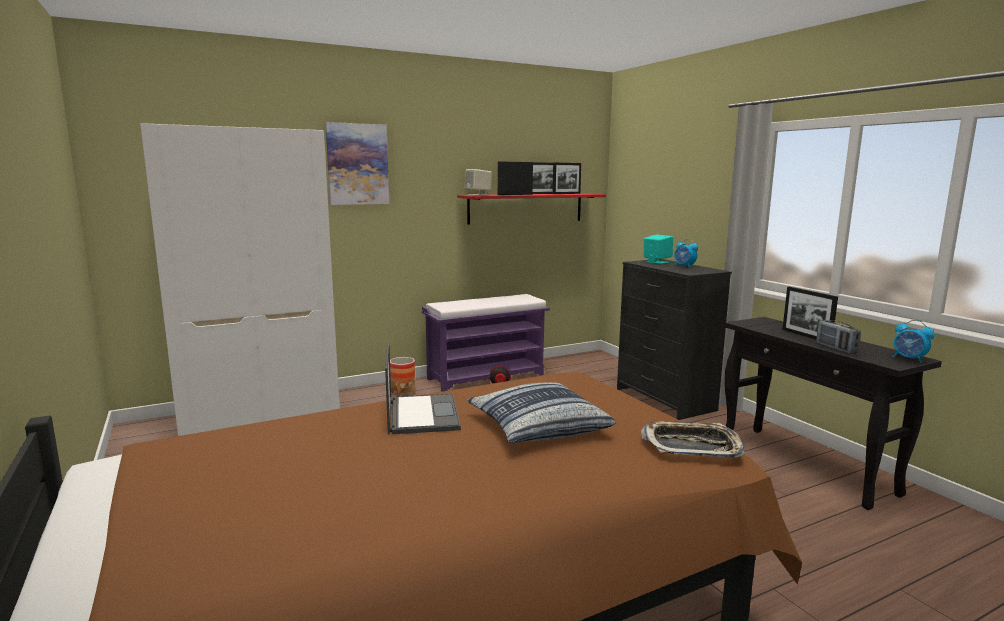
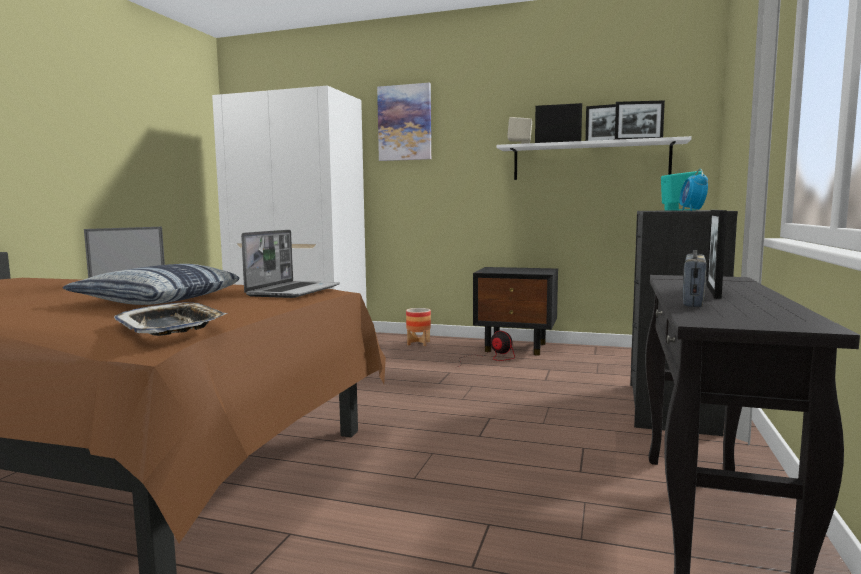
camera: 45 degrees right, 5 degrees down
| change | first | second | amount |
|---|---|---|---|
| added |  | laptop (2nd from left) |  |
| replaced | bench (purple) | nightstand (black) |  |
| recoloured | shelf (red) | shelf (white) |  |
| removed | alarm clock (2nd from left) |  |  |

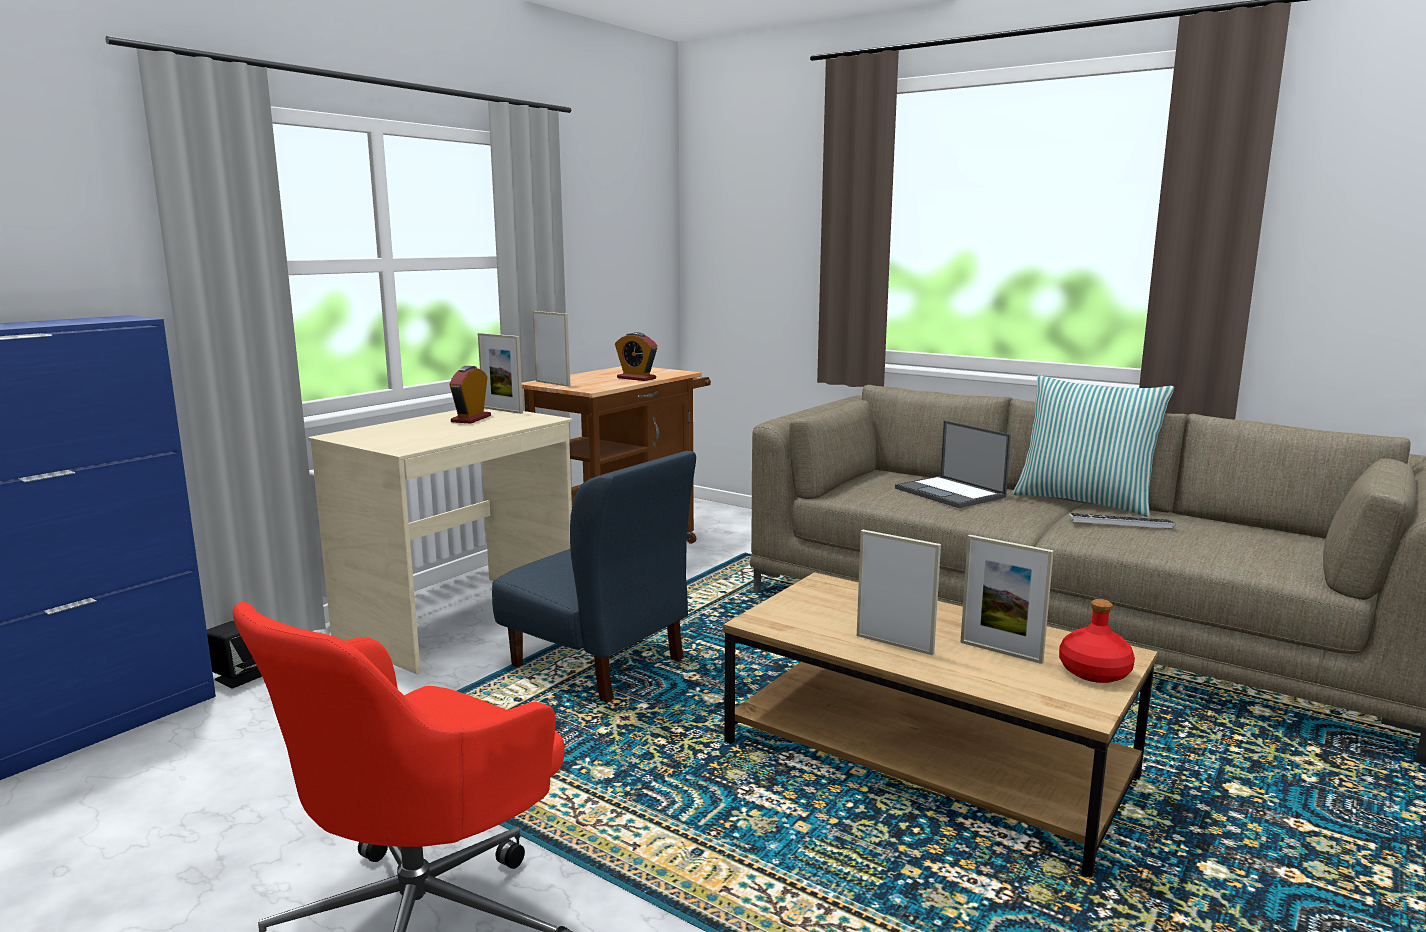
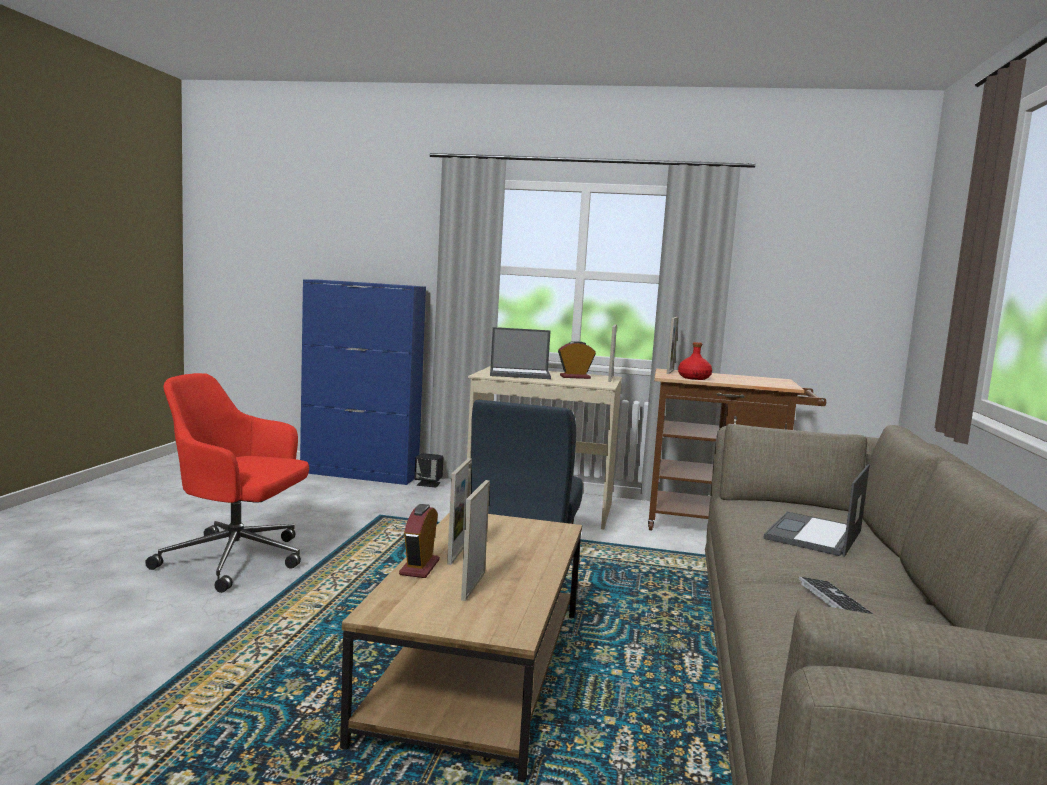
camera: 65 degrees right, 5 degrees down
| change | first | second | amount |
|---|---|---|---|
| moved | alarm clock (2nd from left in the first image) | alarm clock (1st from left) |  |
| added |  | laptop (1st from left) |  |
| moved | bottle (red) |  |  |
| removed | pillow |  |  |

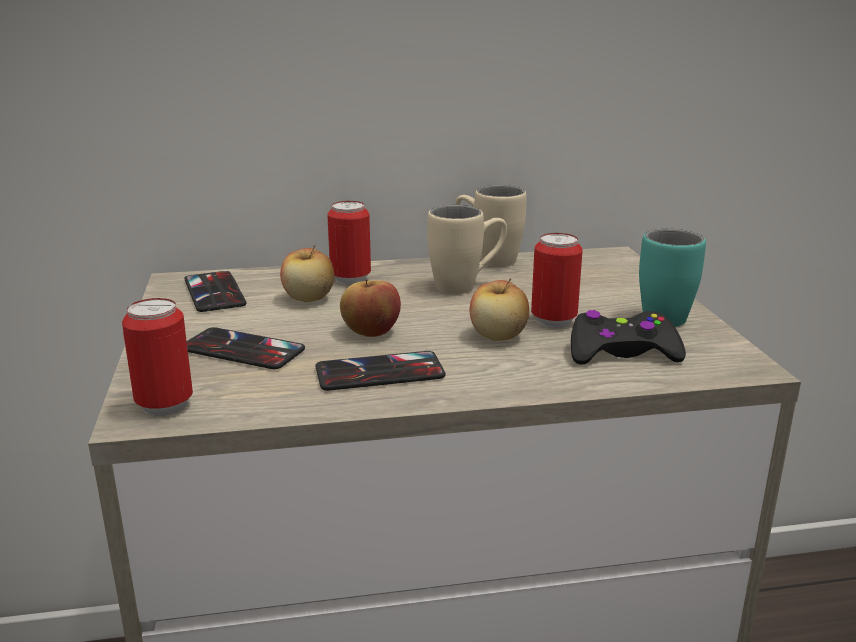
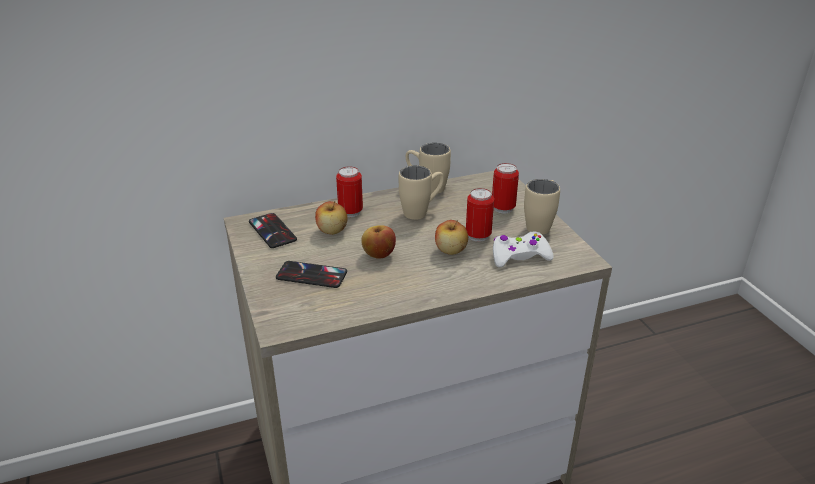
camera: 10 degrees left, 10 degrees up
| change | first | second | amount |
|---|---|---|---|
| moved | can (1st from left in the first image) | can (3rd from left) |  |
| recoloured | game controller (black) | game controller (white) |  |
| recoloured | mug (turquoise) | mug (beige) (3rd from left) |  |
| removed | phone (3rd from left) |  |  |

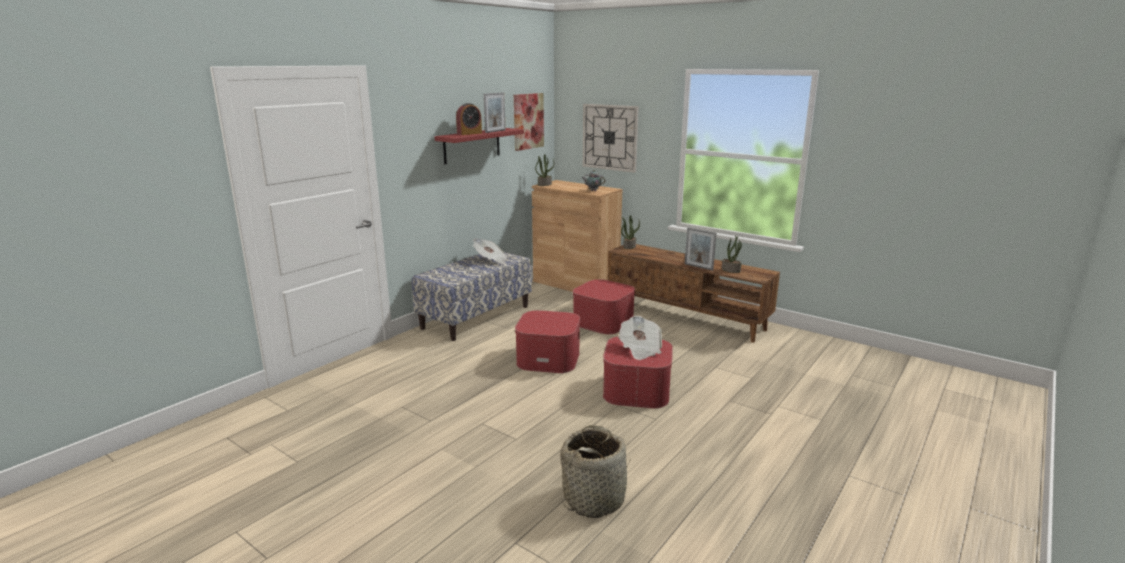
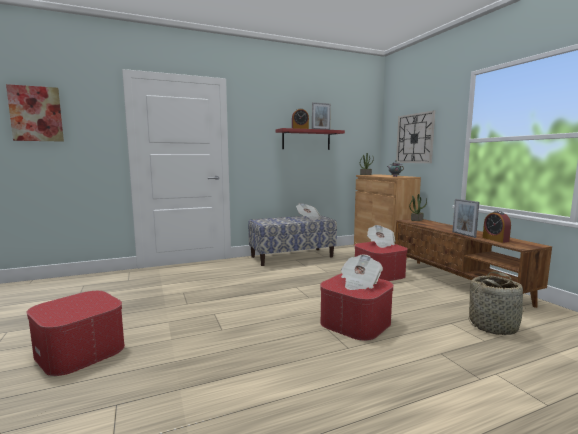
camera: 30 degrees right, 10 degrees down
| change | first | second | amount |
|---|---|---|---|
| moved | picture |  |  |
| moved | ottoman (1st from left) |  |  |
| added |  | newspaper (3rd from left) |  |
| moved | basket |  |  |
| replaced | potted plant (3rd from left) | alarm clock (2nd from left) |  |

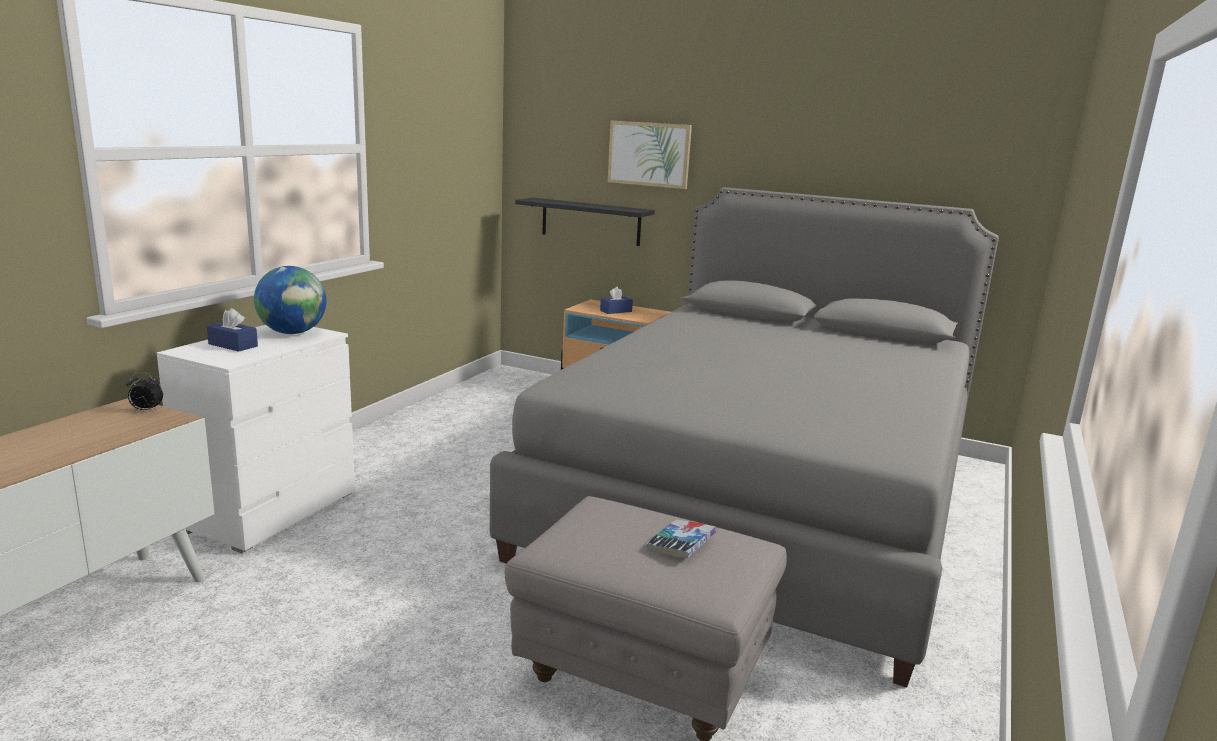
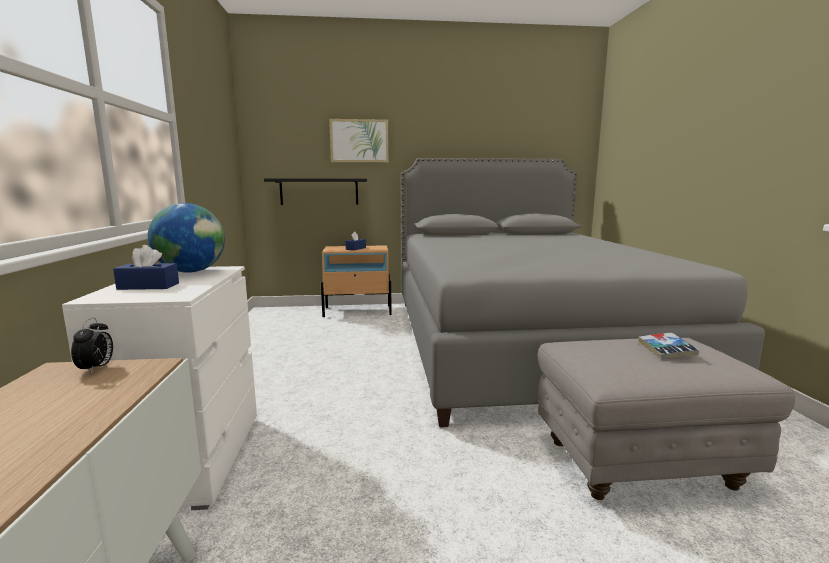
camera: 30 degrees left, 5 degrees down
| change | first | second | amount |
|---|---|---|---|
| turned | alarm clock |  | 60 degrees counterclockwise |

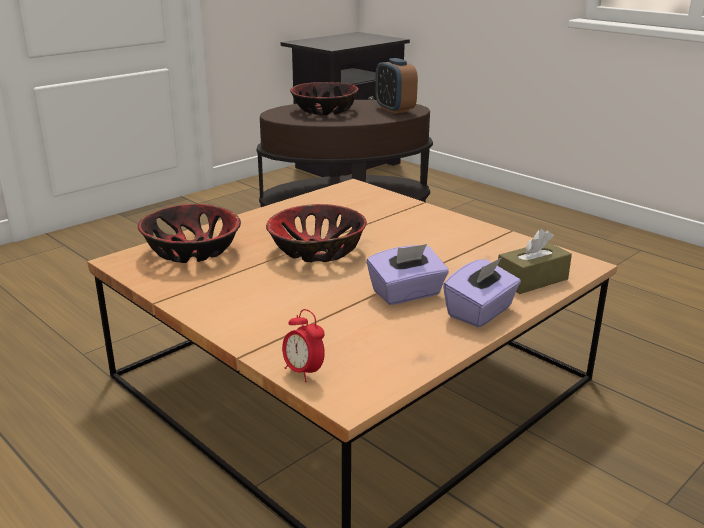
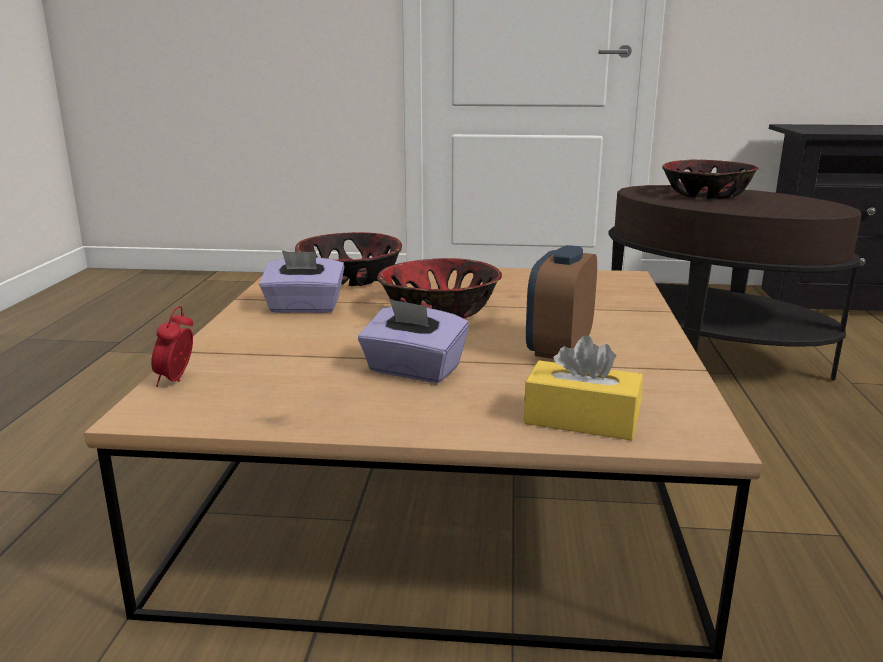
camera: 50 degrees right, 5 degrees down
| change | first | second | amount |
|---|---|---|---|
| moved | tissue box (purple) (2nd from left in the first image) | tissue box (purple) (1st from left) |  |
| recoloured | tissue box (brown) | tissue box (yellow) |  |
| moved | alarm clock (2nd from left) |  |  |

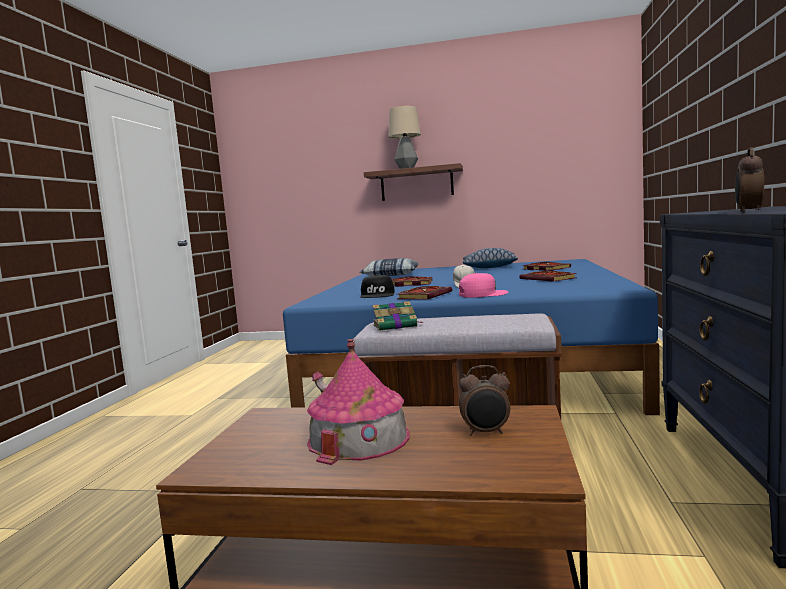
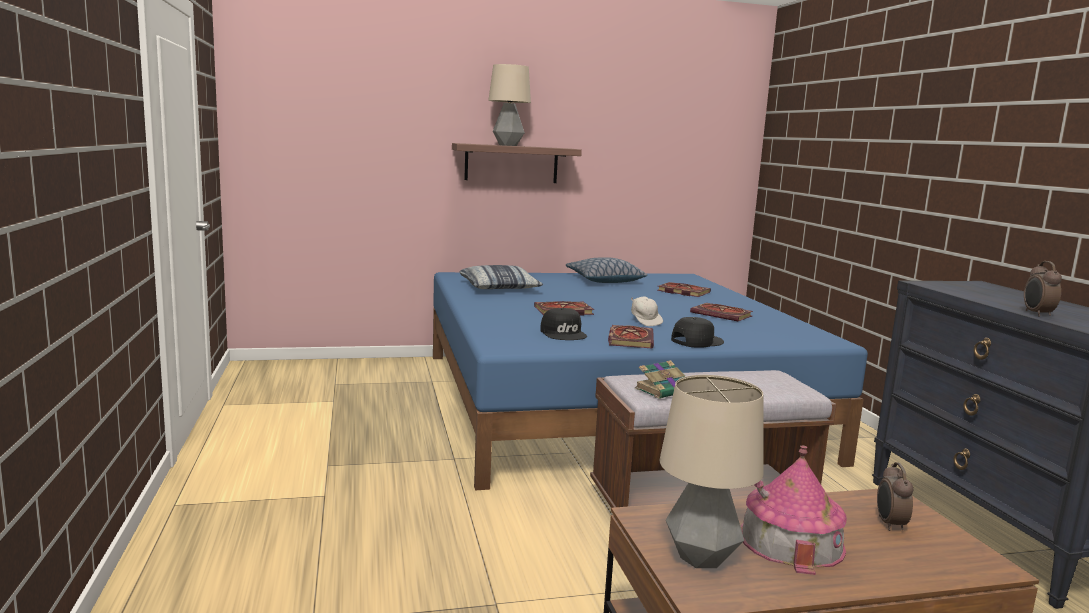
camera: 25 degrees left, 5 degrees up
| change | first | second | amount |
|---|---|---|---|
| added |  | table lamp (2nd from left) |  |
| recoloured | cap (pink) | cap (black) (2nd from left) |  |
| turned | alarm clock (1st from left) |  | 120 degrees clockwise |

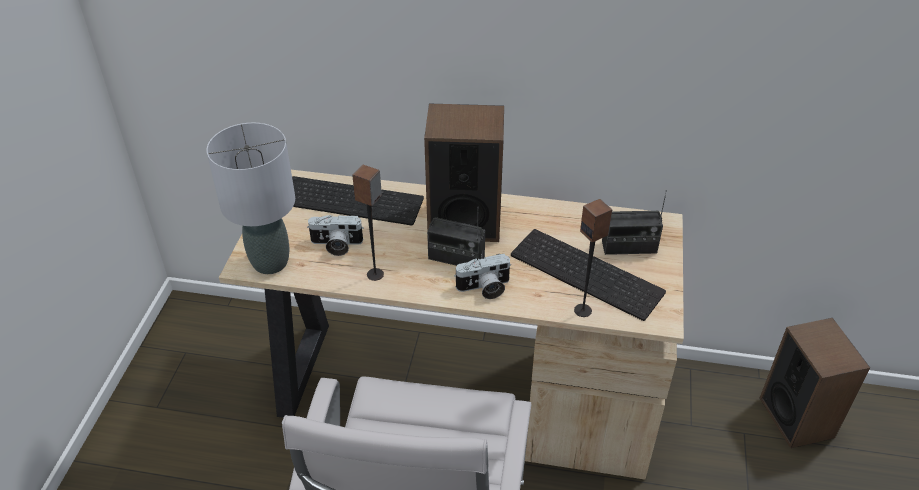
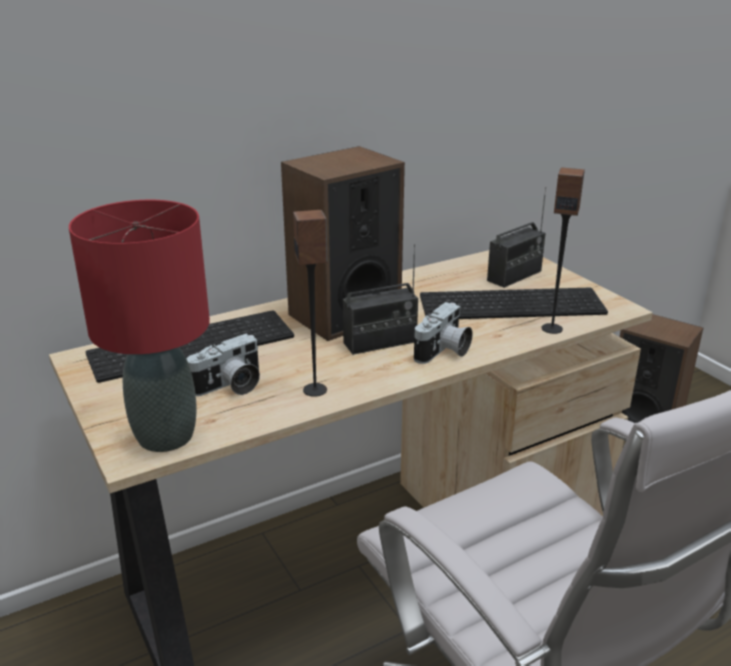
camera: 40 degrees left, 15 degrees down
| change | first | second | amount |
|---|---|---|---|
| recoloured | table lamp (grey) | table lamp (red) |  |

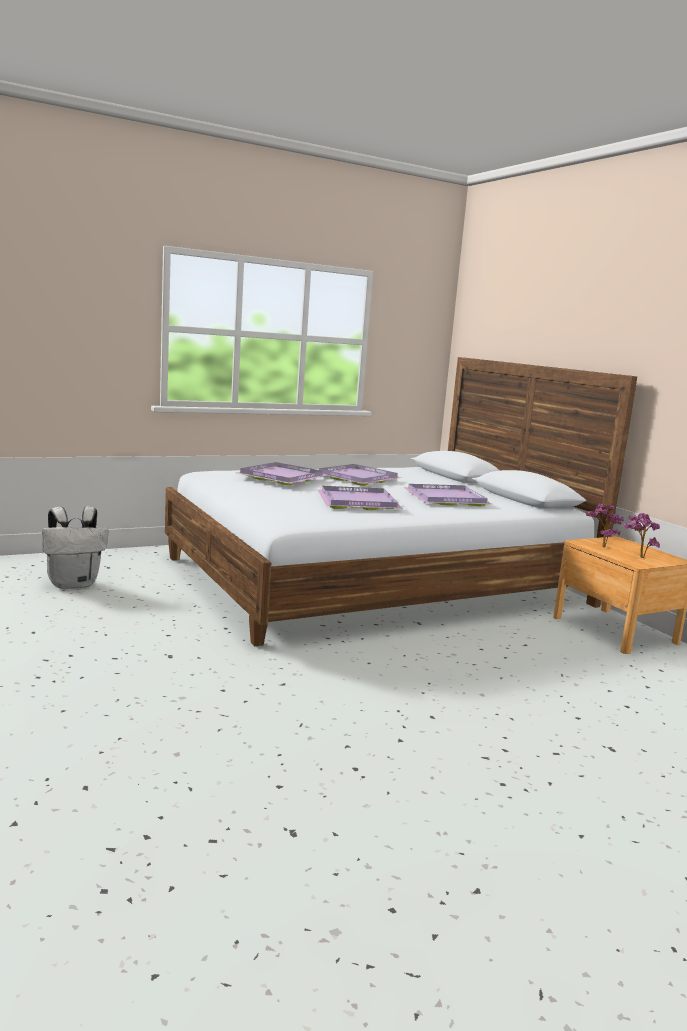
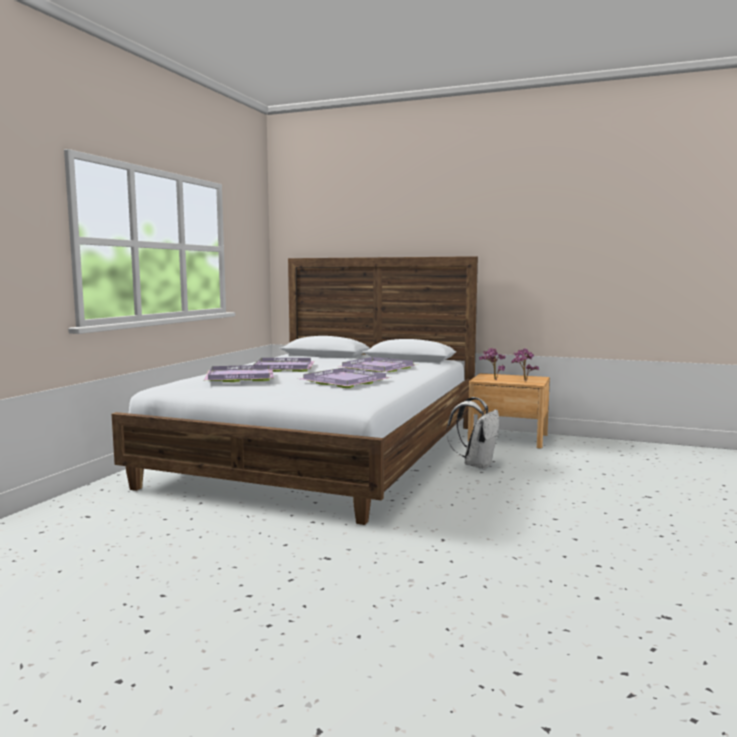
camera: 40 degrees left, 5 degrees down
| change | first | second | amount |
|---|---|---|---|
| moved | backpack (white) |  |  |

